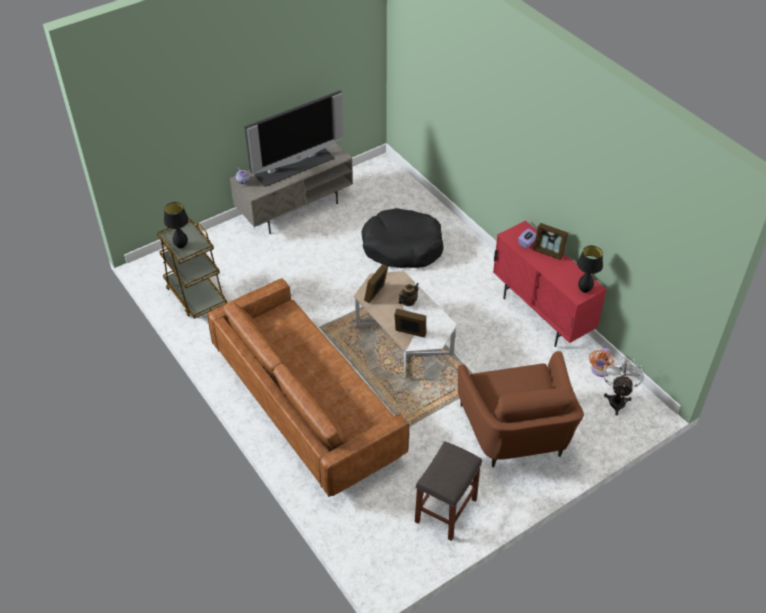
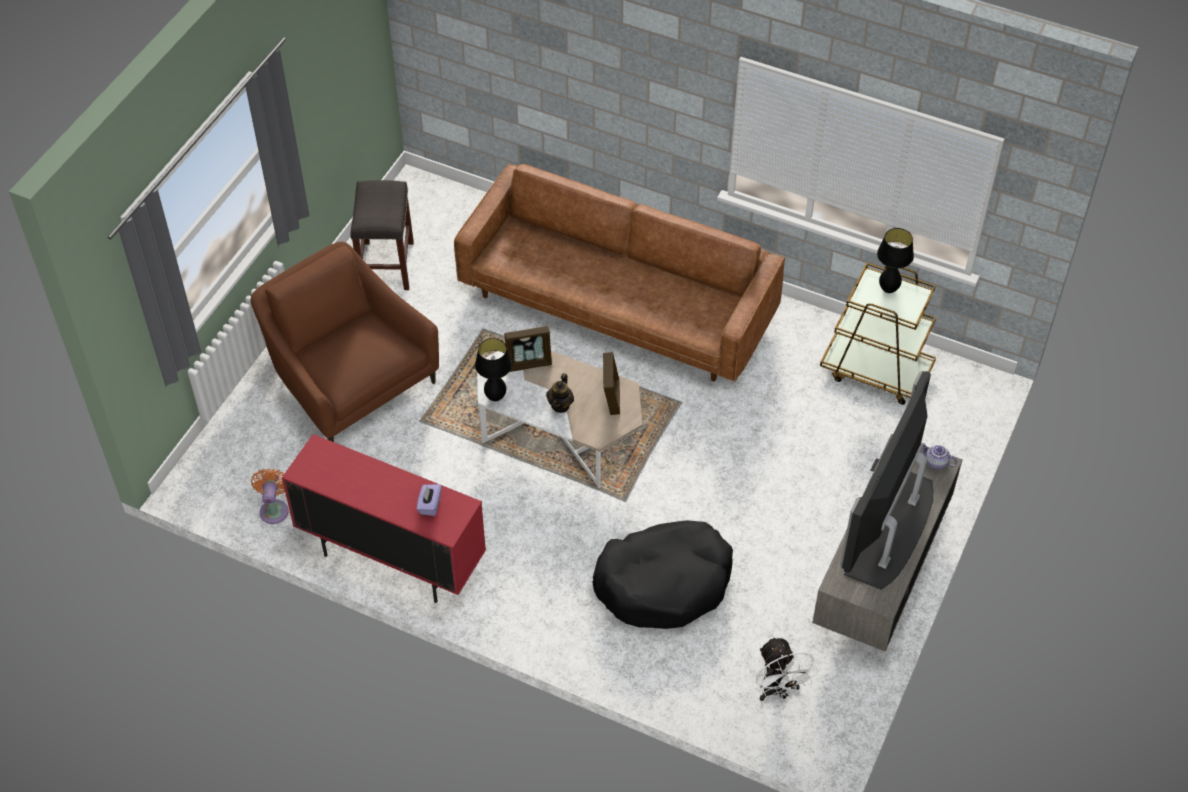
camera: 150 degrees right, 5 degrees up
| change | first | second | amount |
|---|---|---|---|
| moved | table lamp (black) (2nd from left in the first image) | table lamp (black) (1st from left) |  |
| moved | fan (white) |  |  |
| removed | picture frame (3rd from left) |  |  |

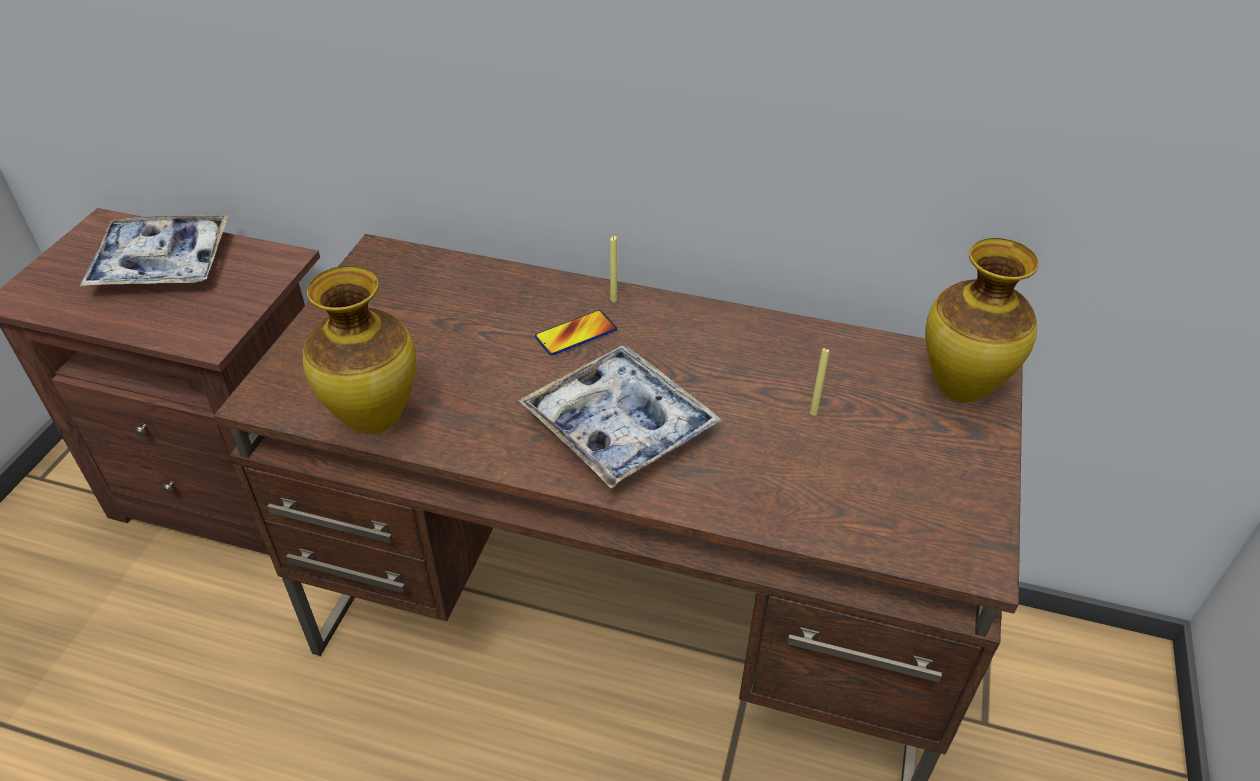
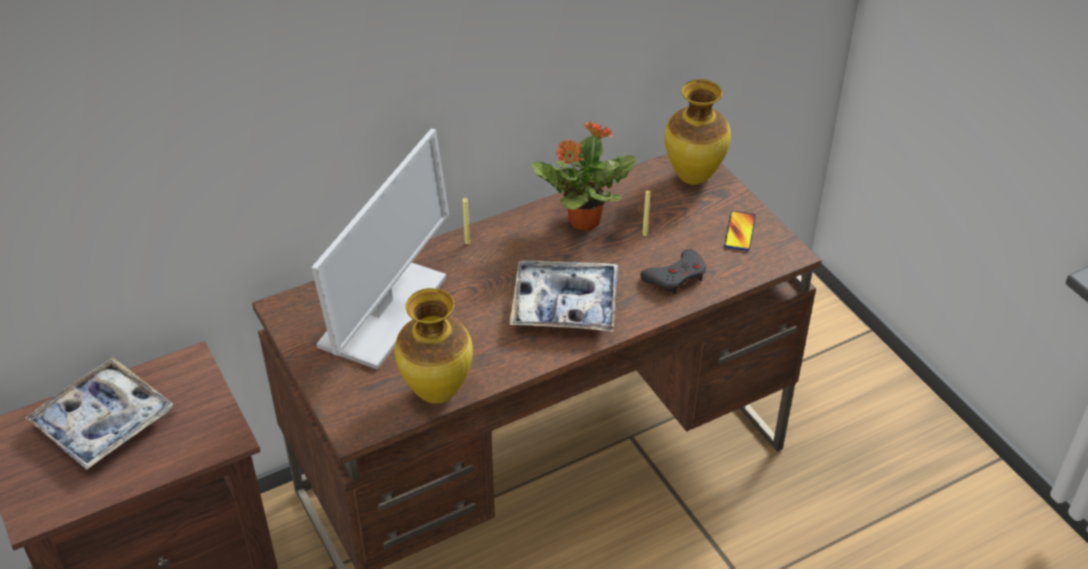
camera: 45 degrees left, 0 degrees up
| change | first | second | amount |
|---|---|---|---|
| added |  | monitor |  |
| added |  | potted plant |  |
| added |  | game controller (grey) |  |
| moved | phone |  |  |

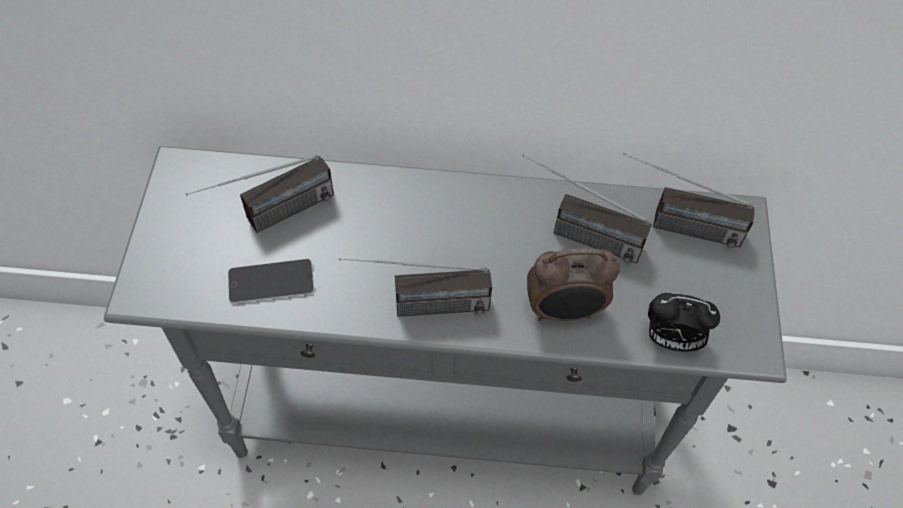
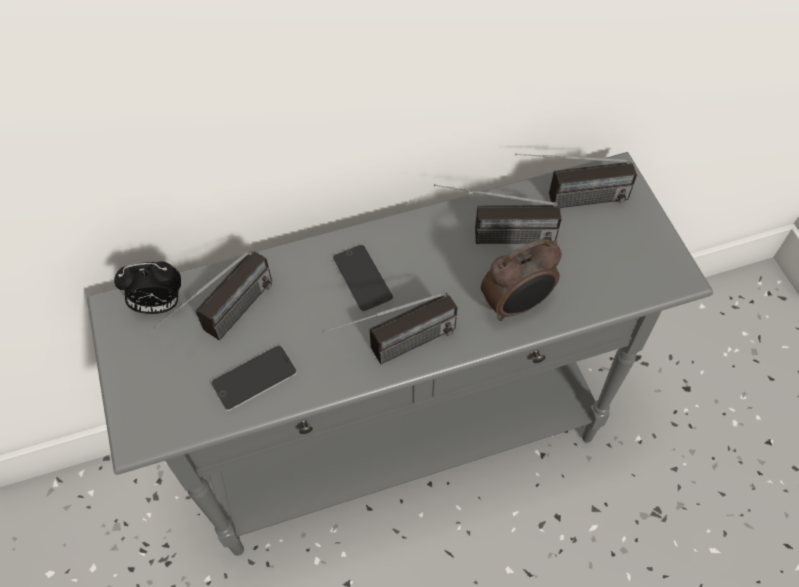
camera: 20 degrees left, 0 degrees up
| change | first | second | amount |
|---|---|---|---|
| moved | alarm clock (2nd from left in the first image) | alarm clock (1st from left) |  |
| added |  | phone (2nd from left) |  |

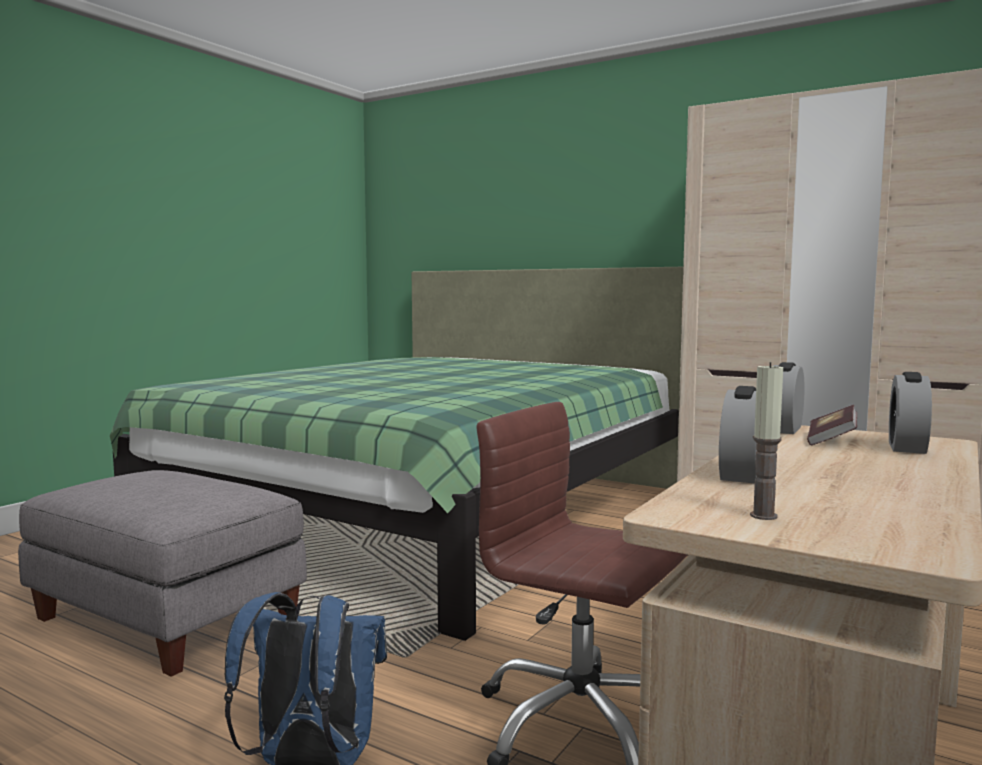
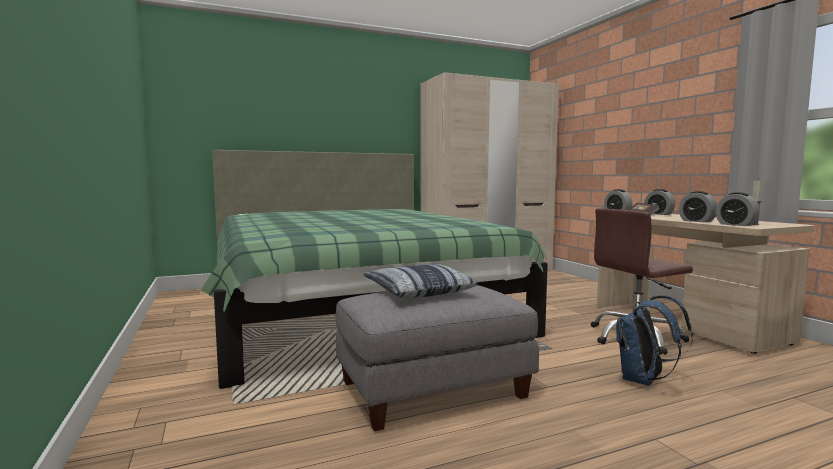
camera: 55 degrees left, 0 degrees up
| change | first | second | amount |
|---|---|---|---|
| added |  | pillow |  |
| added |  | alarm clock (4th from left) |  |

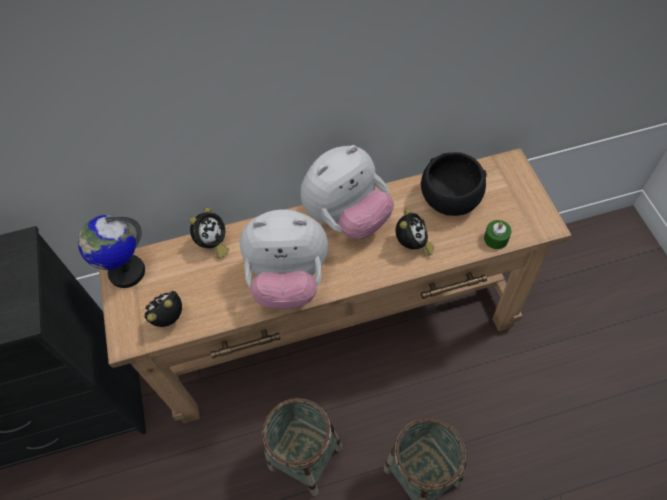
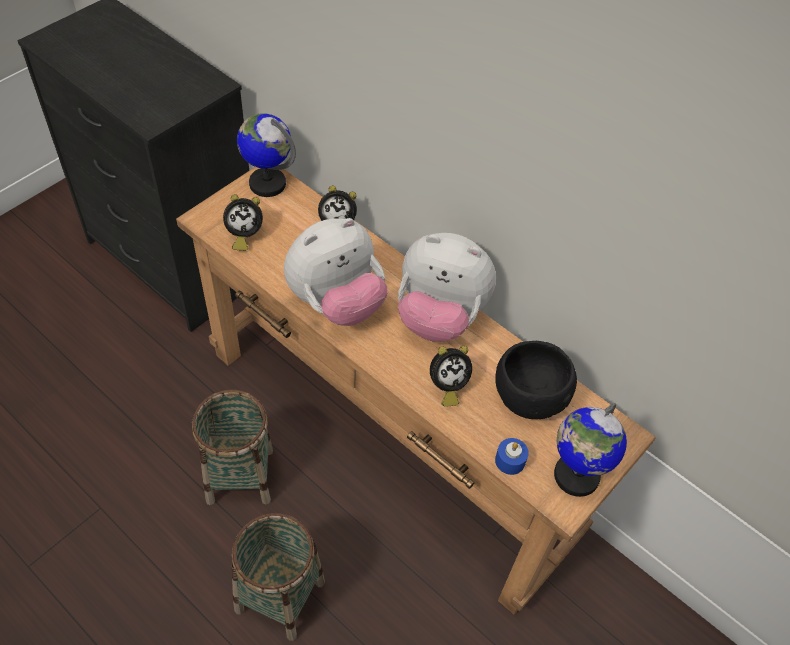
camera: 50 degrees right, 5 degrees down
| change | first | second | amount |
|---|---|---|---|
| turned | alarm clock (1st from left) |  | 150 degrees clockwise |
| turned | plush toy (1st from left) |  | 90 degrees counterclockwise |
| recoloured | candle (green) | candle (blue) |  |
| added |  | globe (2nd from left) |  |

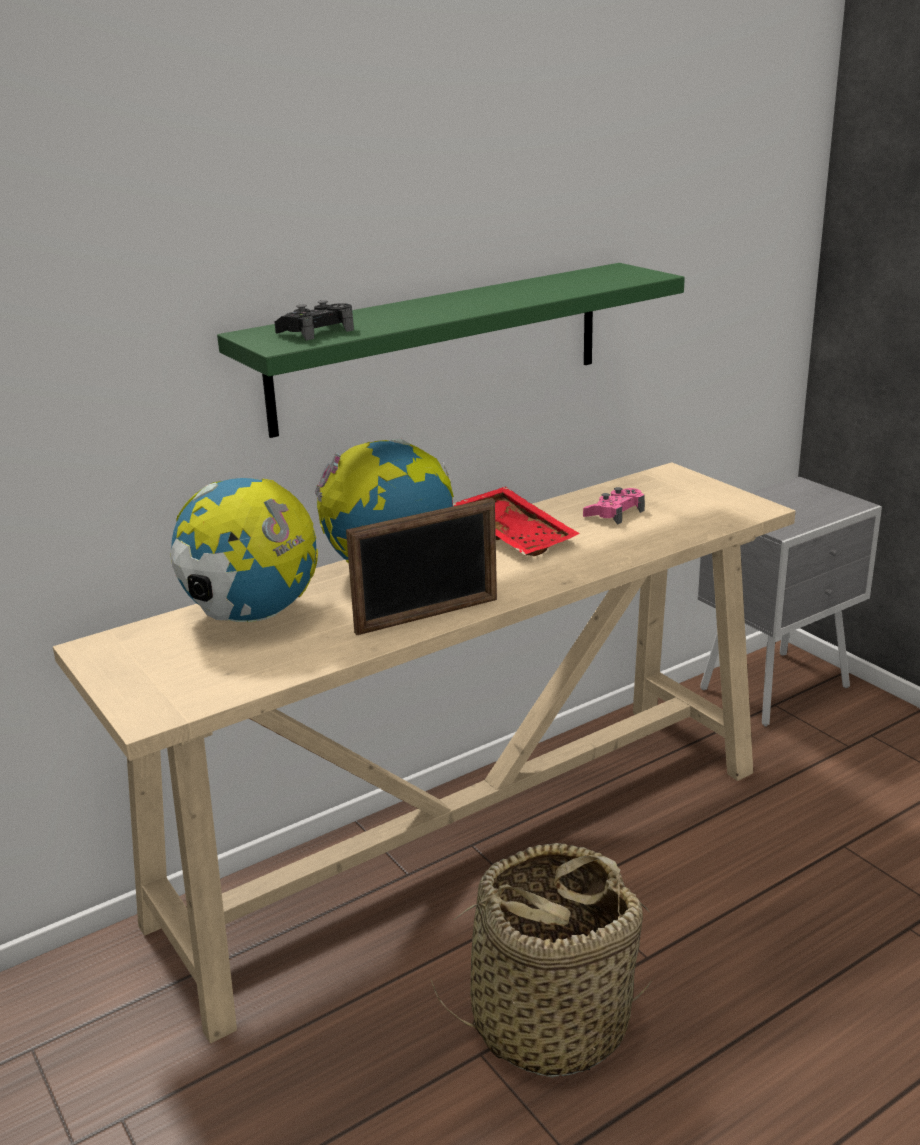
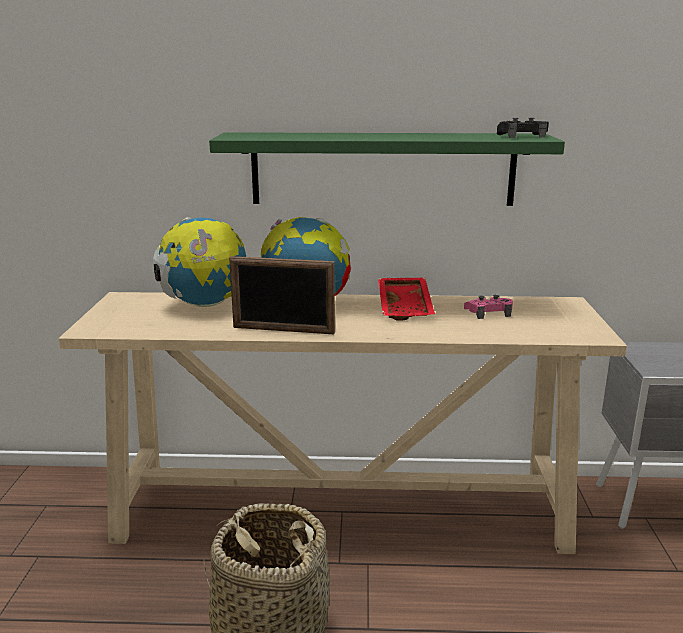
camera: 35 degrees right, 5 degrees down
| change | first | second | amount |
|---|---|---|---|
| moved | game controller (black) |  |  |

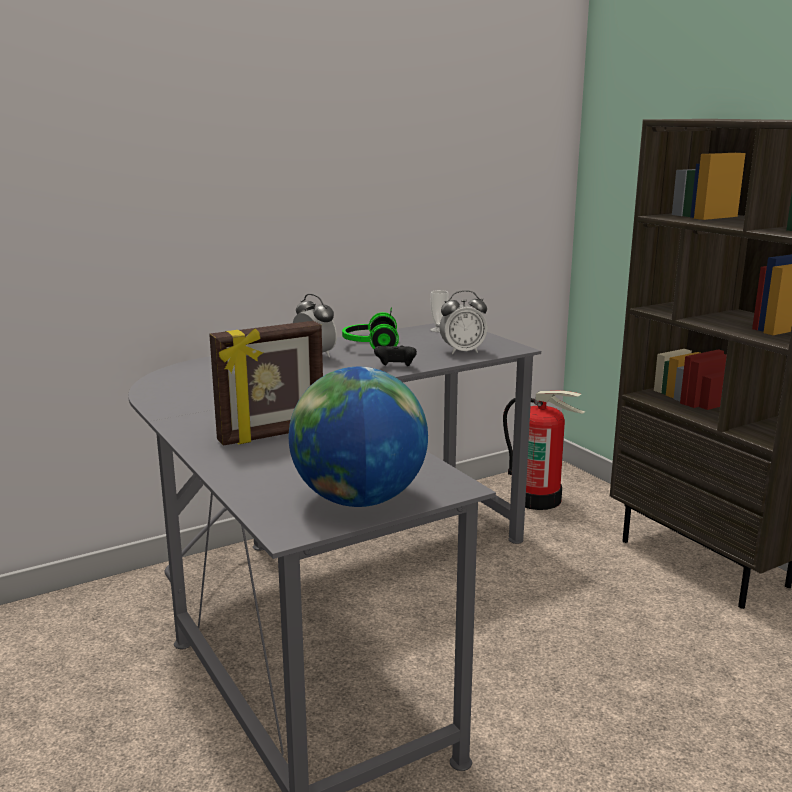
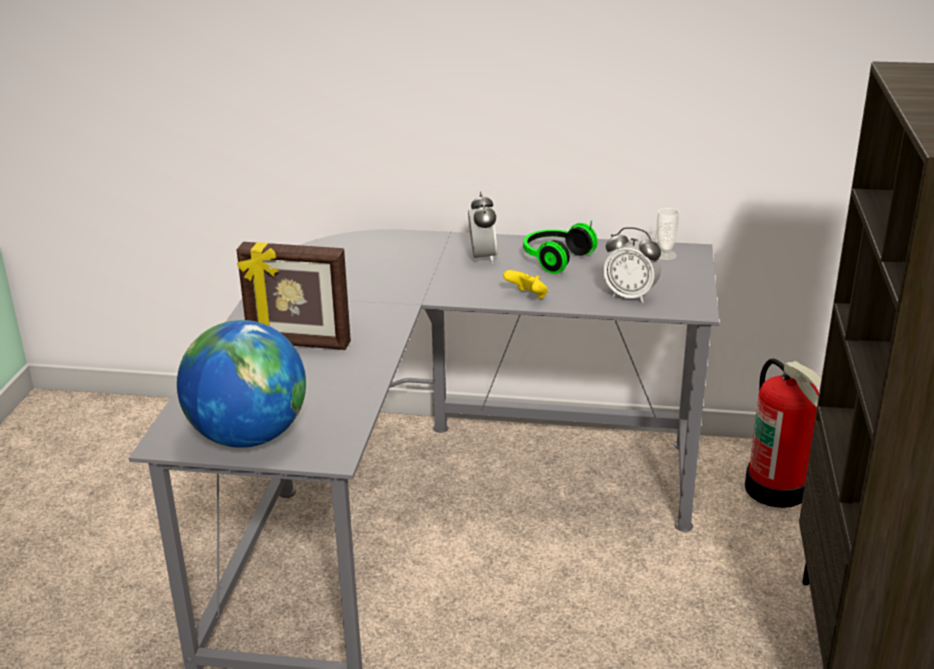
camera: 40 degrees right, 10 degrees up
| change | first | second | amount |
|---|---|---|---|
| recoloured | game controller (black) | game controller (yellow) |  |

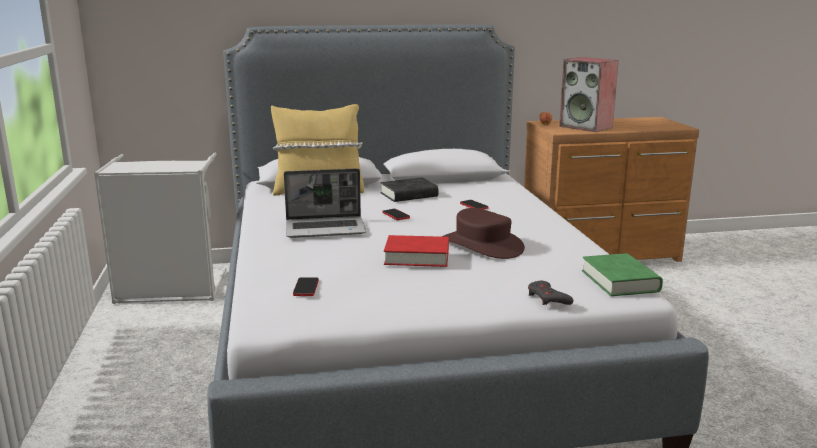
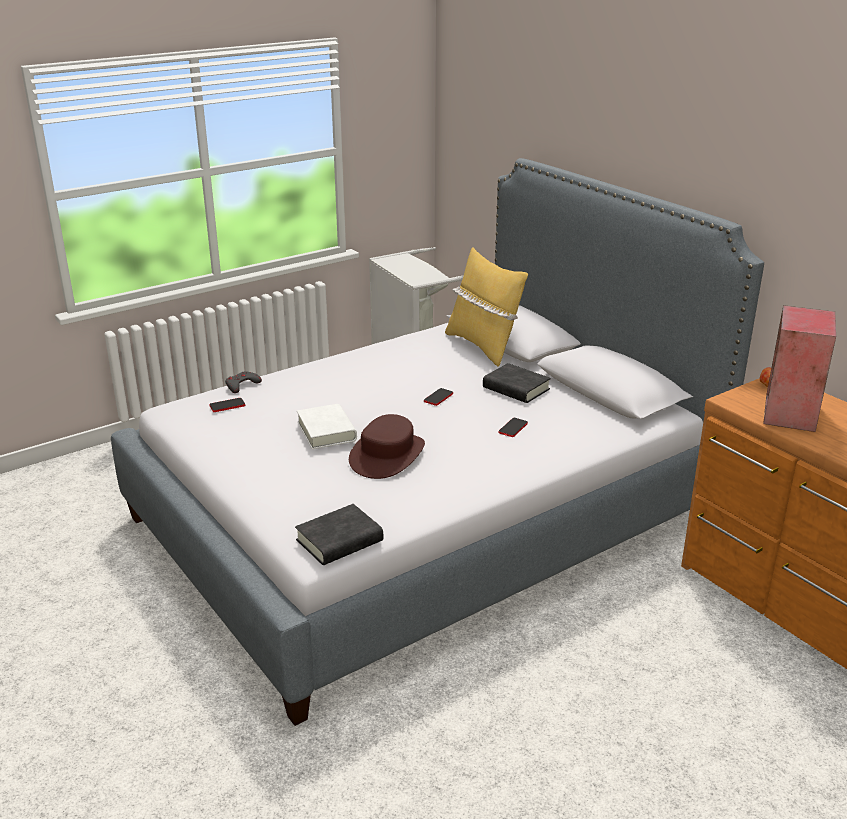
camera: 65 degrees right, 10 degrees up
| change | first | second | amount |
|---|---|---|---|
| moved | game controller (grey) |  |  |
| recoloured | book (green) | book (black) (1st from left) |  |
| recoloured | book (red) | book (white) |  |
| removed | laptop |  |  |

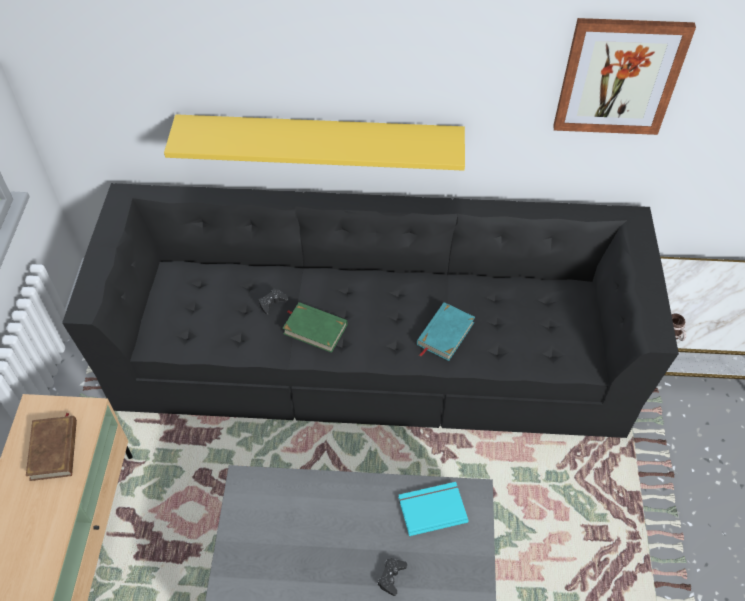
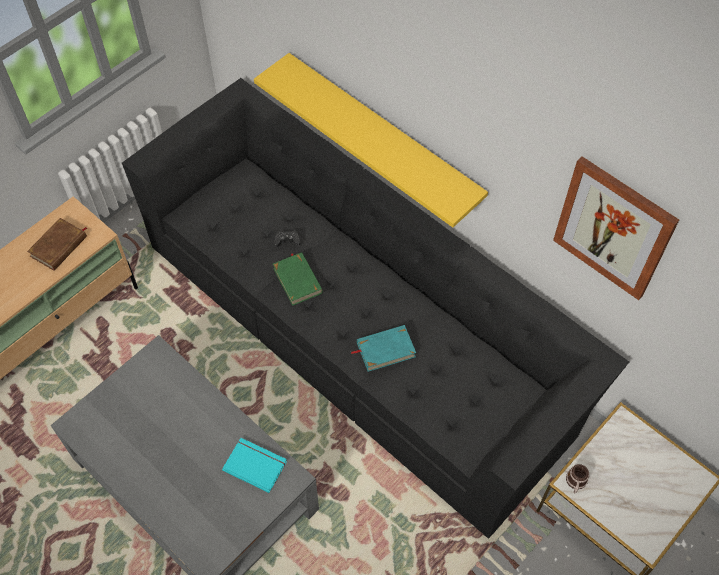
camera: 40 degrees right, 5 degrees up
| change | first | second | amount |
|---|---|---|---|
| removed | game controller (black) (2nd from left) |  |  |

